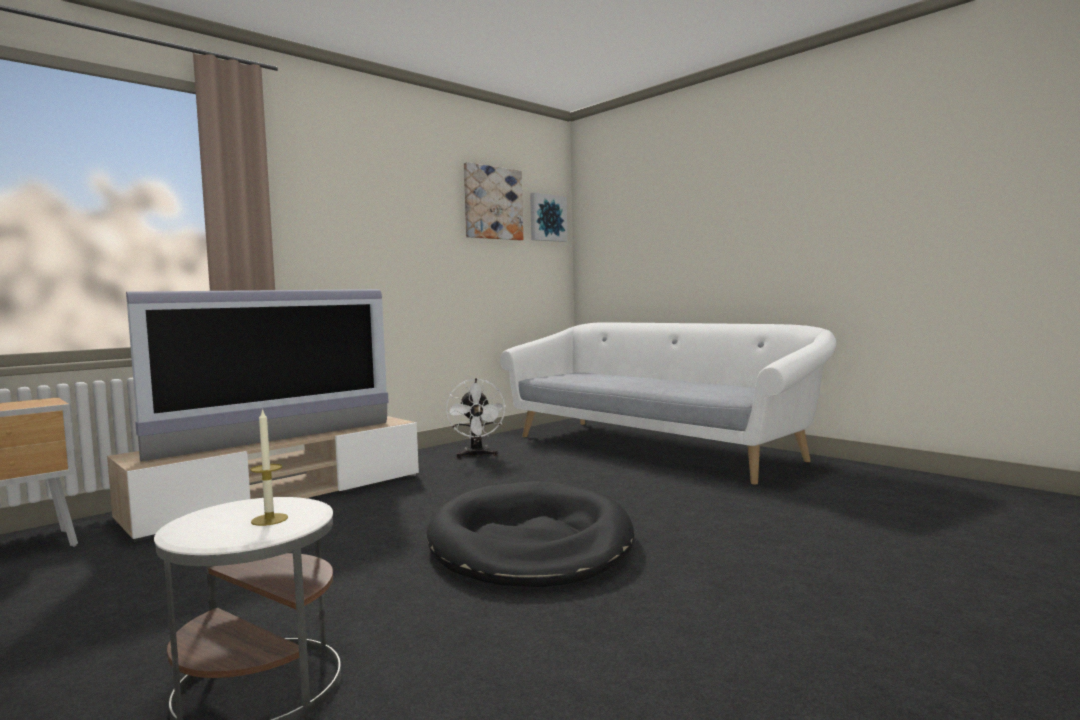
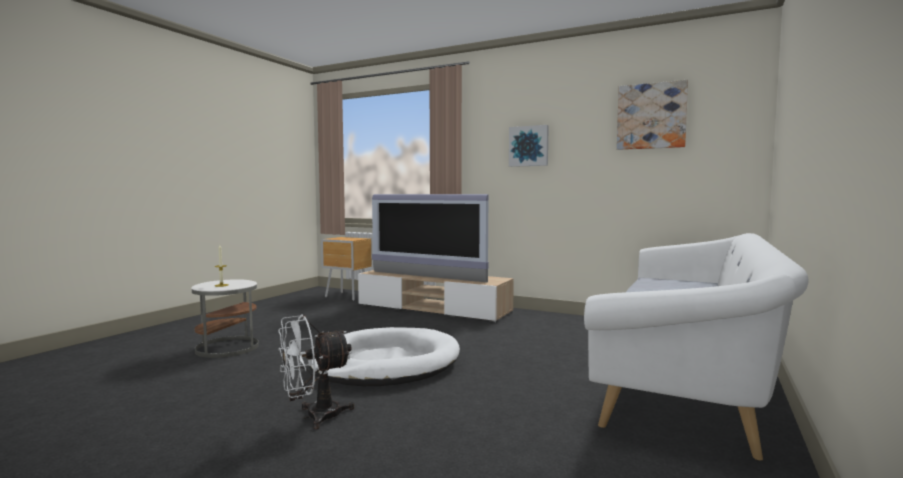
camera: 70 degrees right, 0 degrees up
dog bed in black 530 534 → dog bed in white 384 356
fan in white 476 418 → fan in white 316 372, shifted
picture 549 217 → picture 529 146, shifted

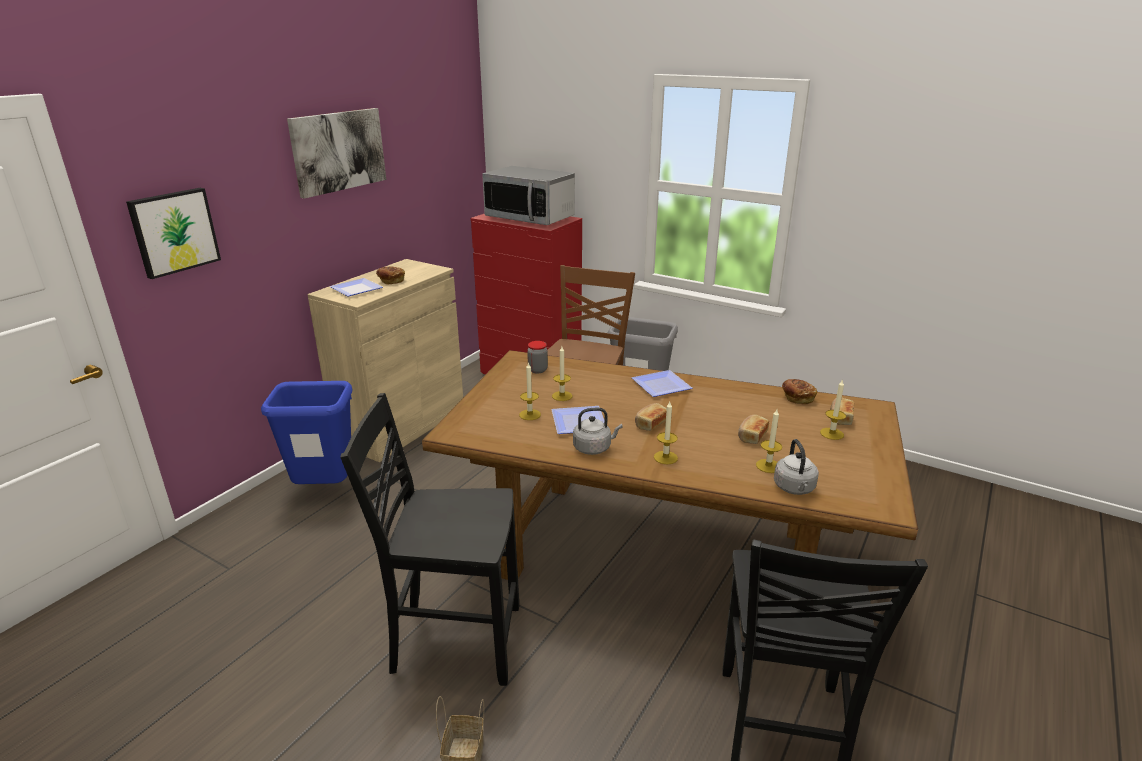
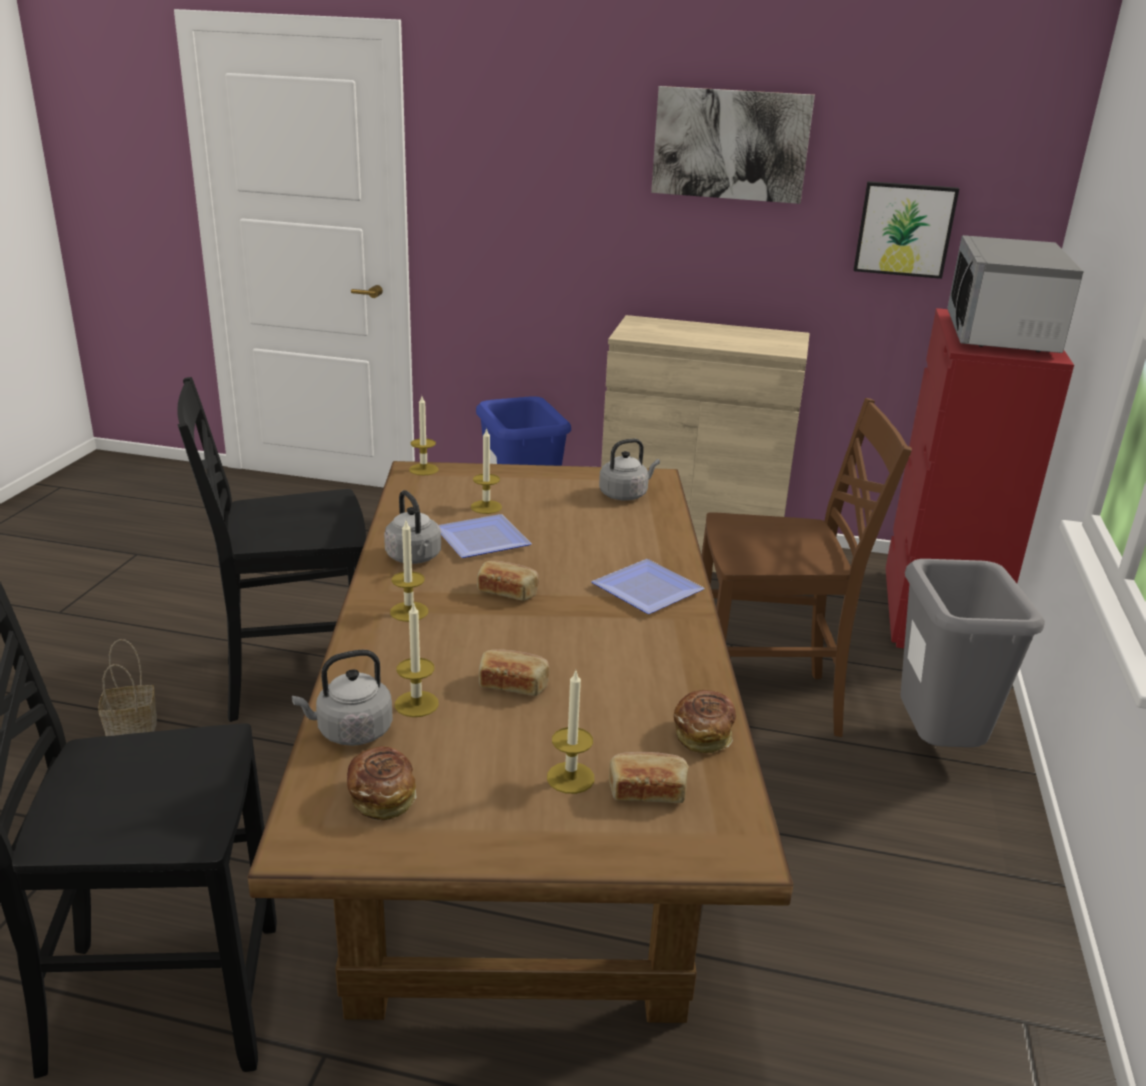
camera: 70 degrees right, 0 degrees up
picture 173 233 → picture 906 230, shifted
plate 356 287 → -
chair in black 430 539 → chair in black 271 549, 90 degrees counterclockwise
bread 390 275 → bread 382 783, shifted
jar 537 357 → kettle in grey 629 469
candle 562 373 → candle 424 436, shifted

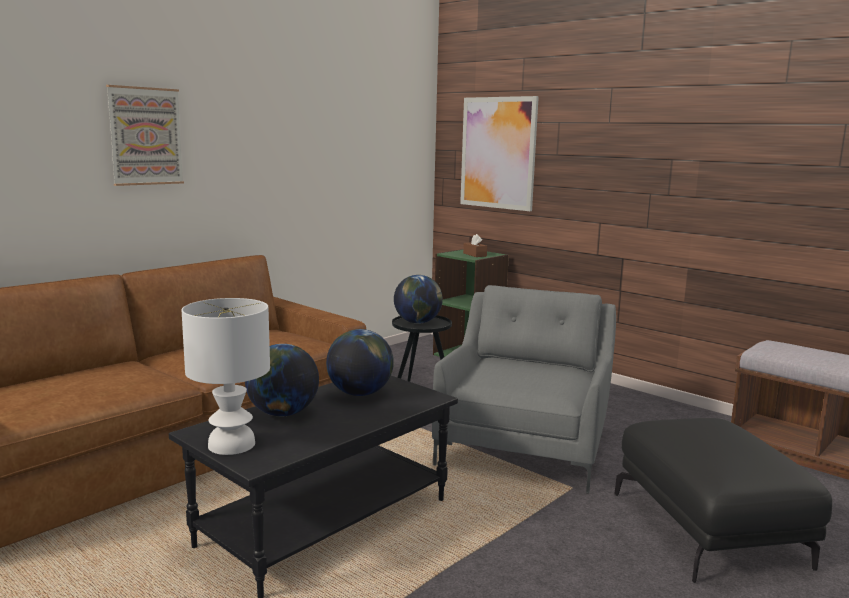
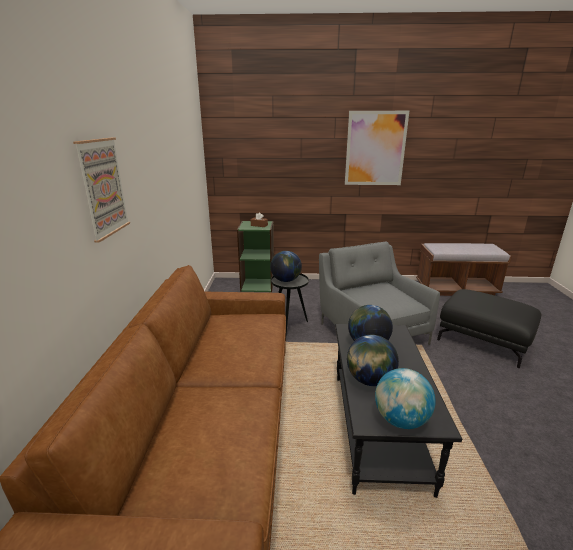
camera: 40 degrees left, 10 degrees up
table lamp in white 226 376 → globe 405 398
picture 499 153 → picture 377 148, shifted

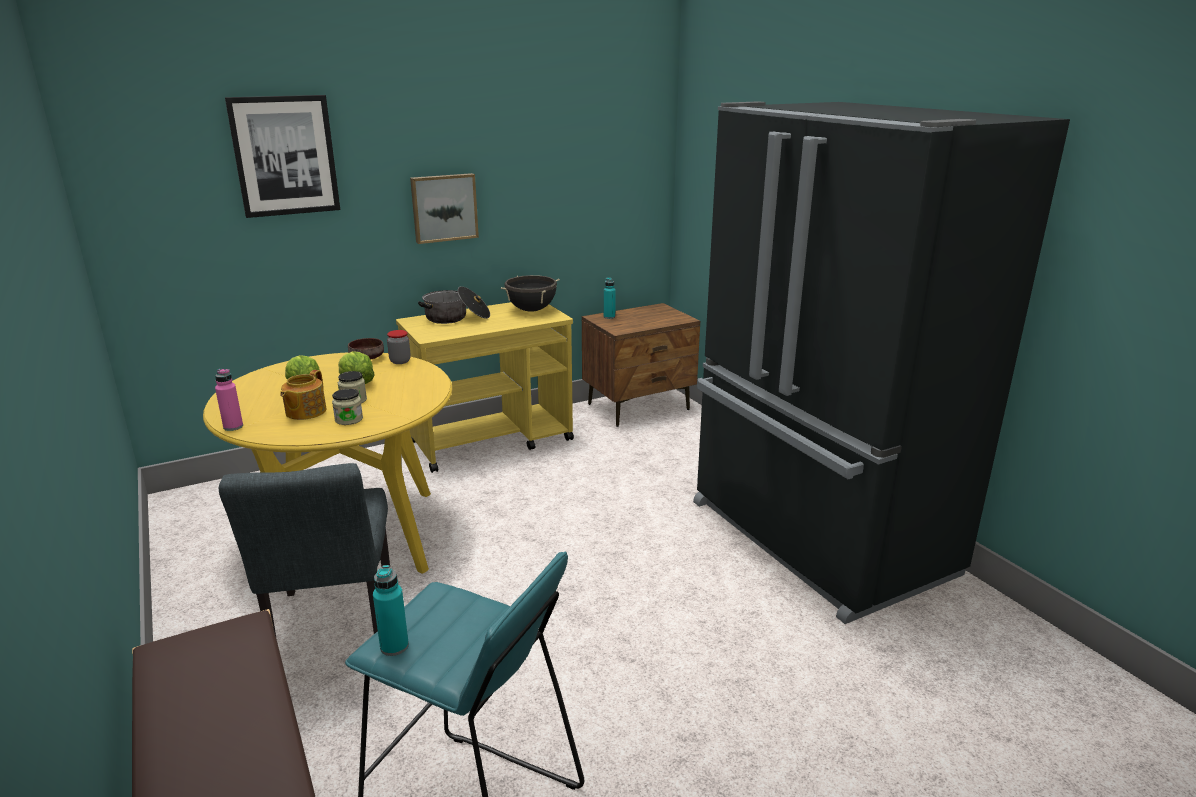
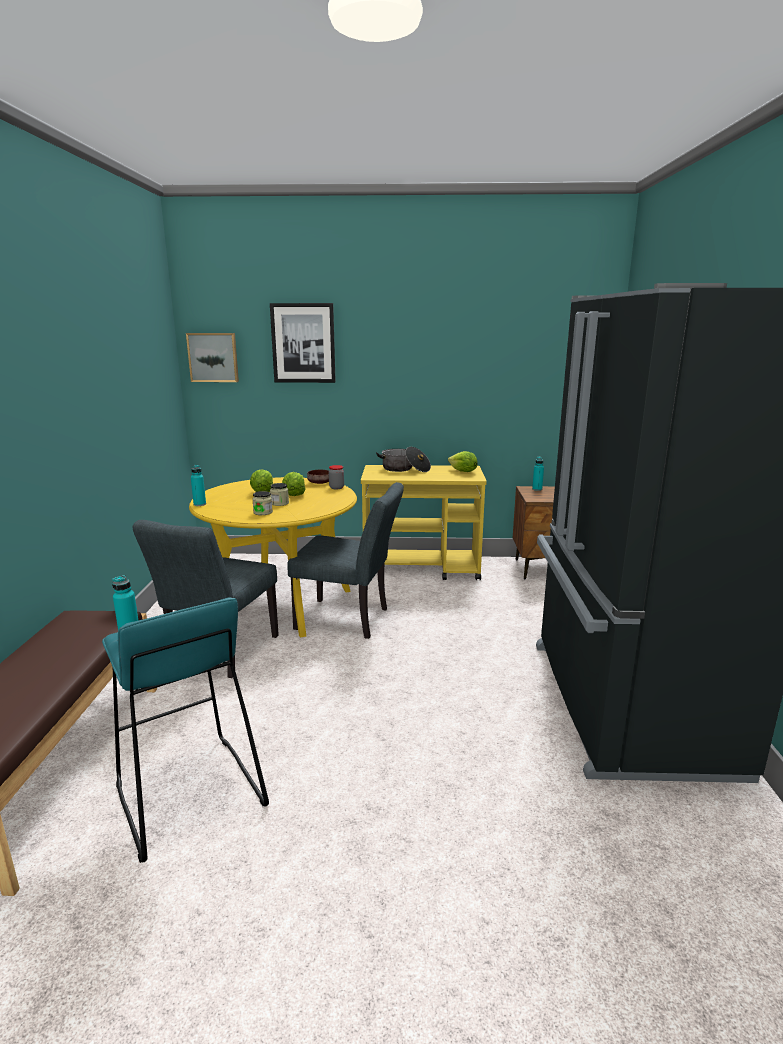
camera: 30 degrees right, 5 degrees down
bottle in pink 229 400 → bottle in turquoise 198 485
teapot 303 395 → -
picture 444 208 → picture 212 357, shifted
cooking pot in black 530 293 → lettuce 463 461
- → chair in grey 345 560

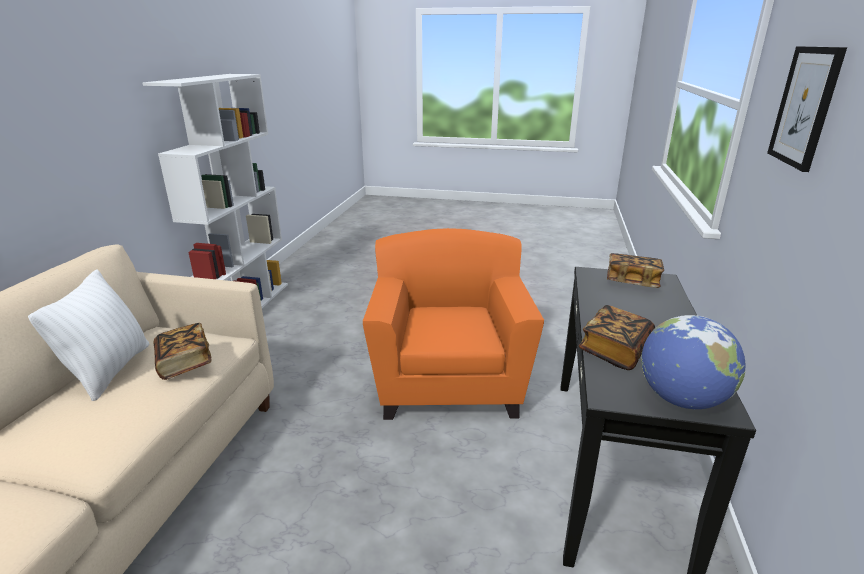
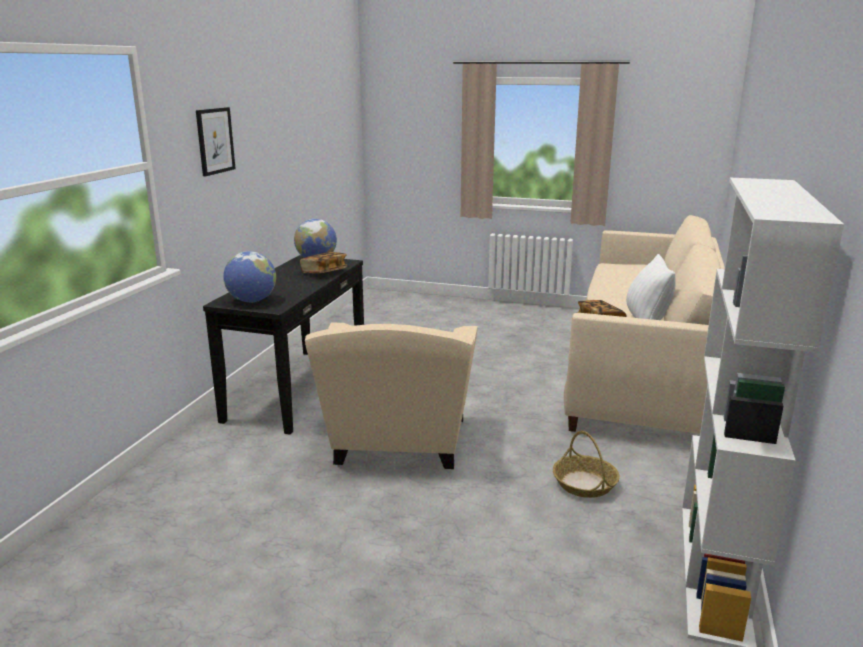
camera: 175 degrees left, 5 degrees down
armchair in orange 453 324 → armchair in beige 391 395
book 635 270 → globe 249 276
- → basket 586 464

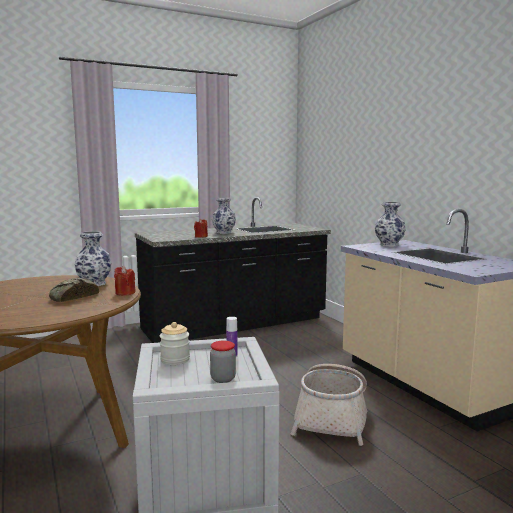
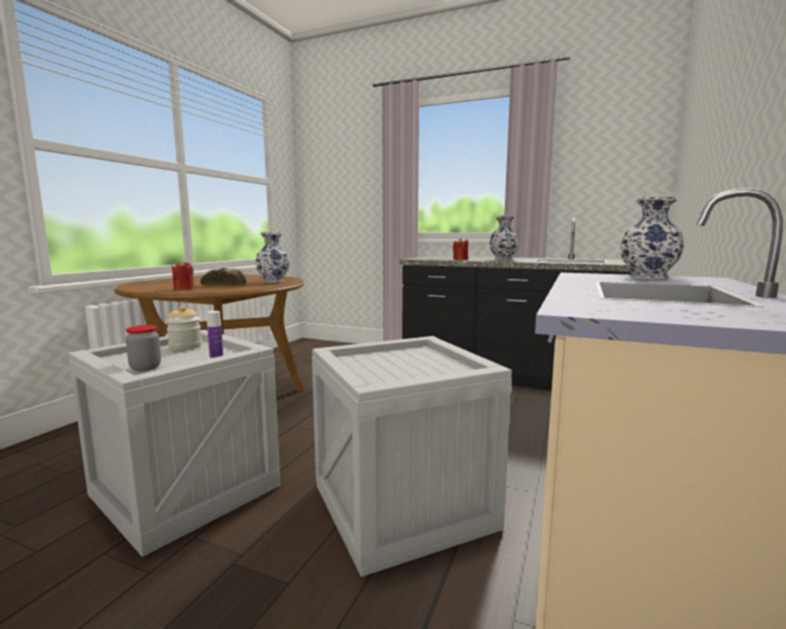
camera: 50 degrees right, 0 degrees up
candle in red 125 281 → candle in red 183 275, shifted
basket 329 405 → crate 412 456

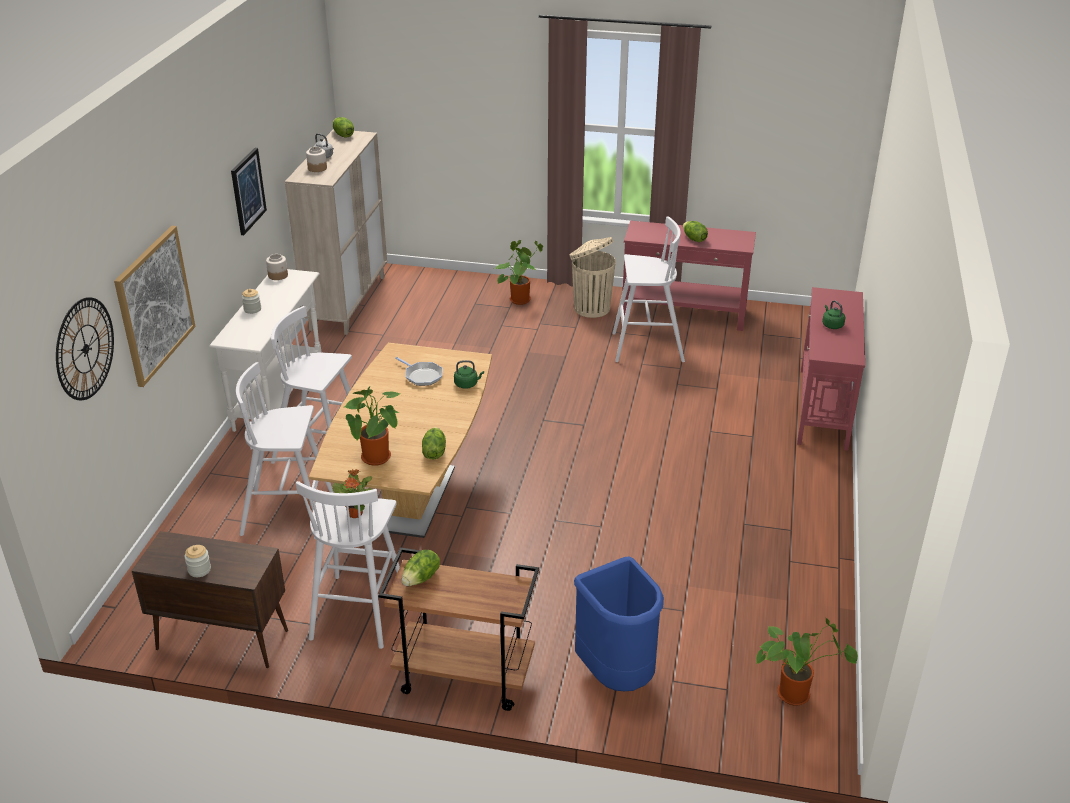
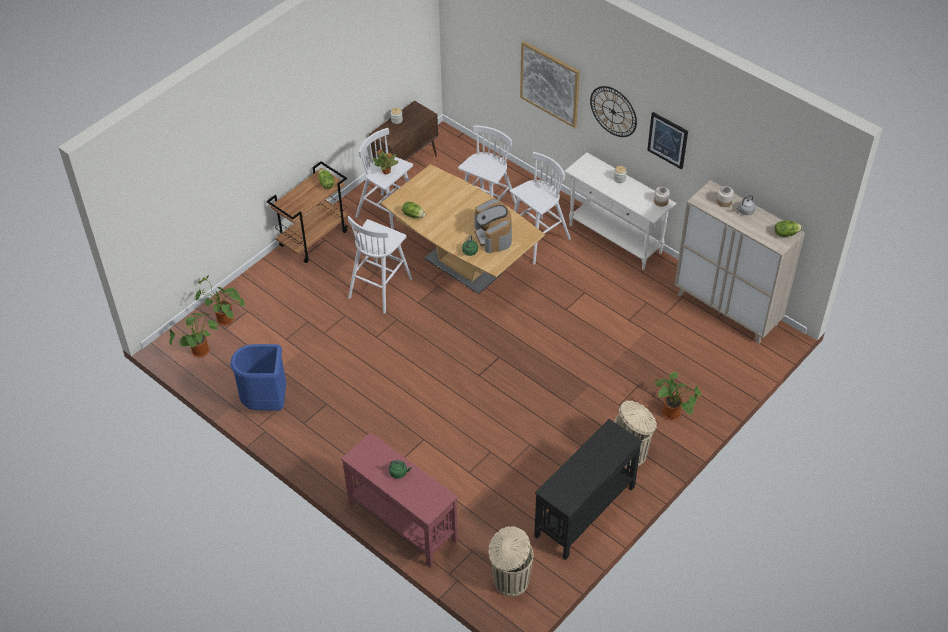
camera: 120 degrees right, 15 degrees up
wall clock 85 348 → wall clock 613 111, shifted
potted plant 372 426 → potted plant 220 300, shifted
frying pan 419 371 → coffee machine 493 225
trash can in blue 619 623 → trash can in blue 258 377, shifted
stool in white 648 289 → stool in white 380 265, shifted
console table in red 689 276 → console table in black 588 489
lettuce 695 231 → -
- → trash can in beige 511 561

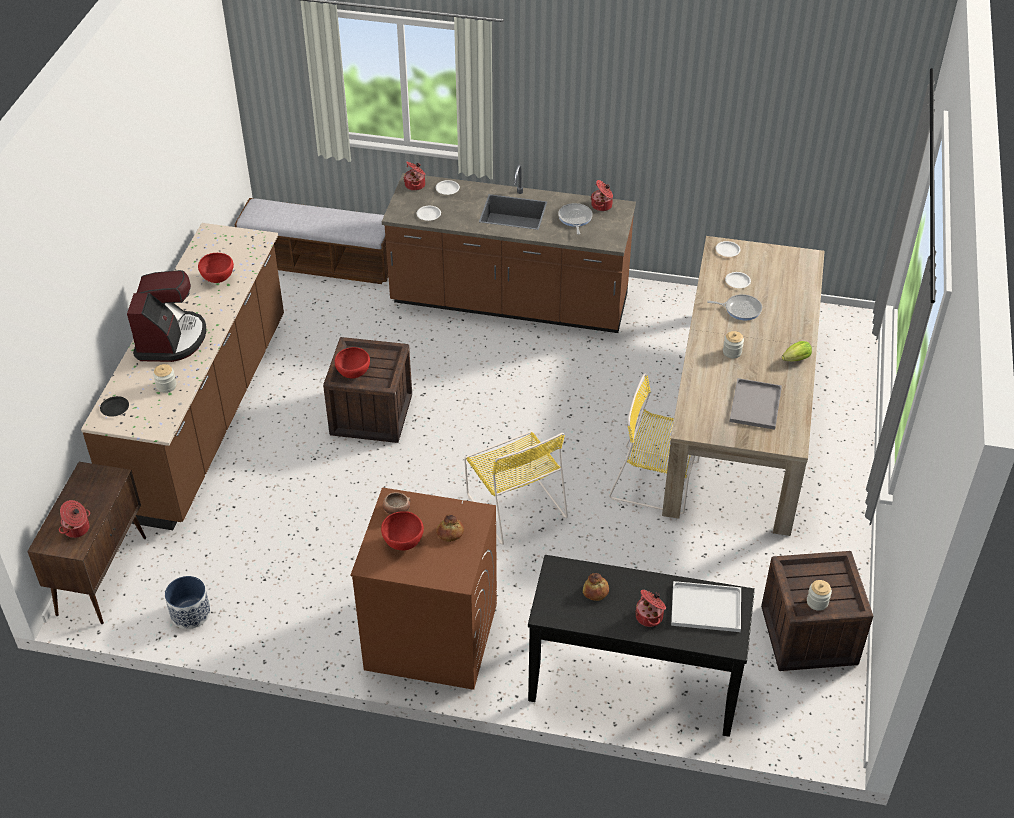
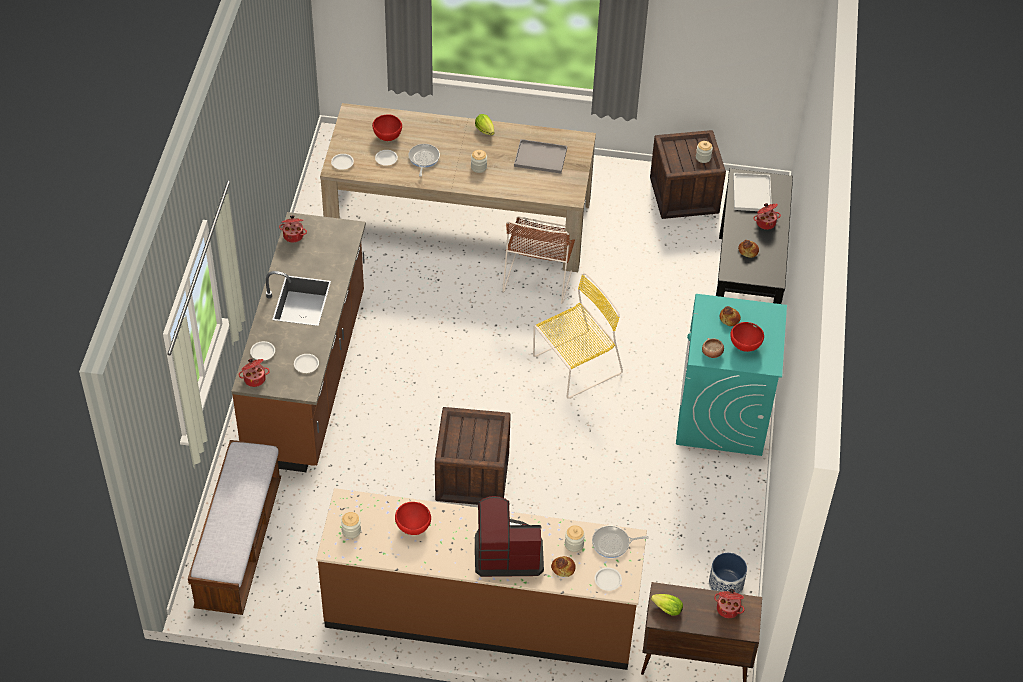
camera: 95 degrees left, 5 degrees up
plate in black 114 406 → plate in white 608 579
bowl in red 352 363 → bowl in red 387 127, shifted
washing machine in brown 424 588 → washing machine in turquoise 731 375
frying pan 575 219 → frying pan 620 541, shifted
chair in yellow 654 443 → chair in brown 538 260
- → jar 351 525
- → bread 563 566
- → lettuce 667 604

